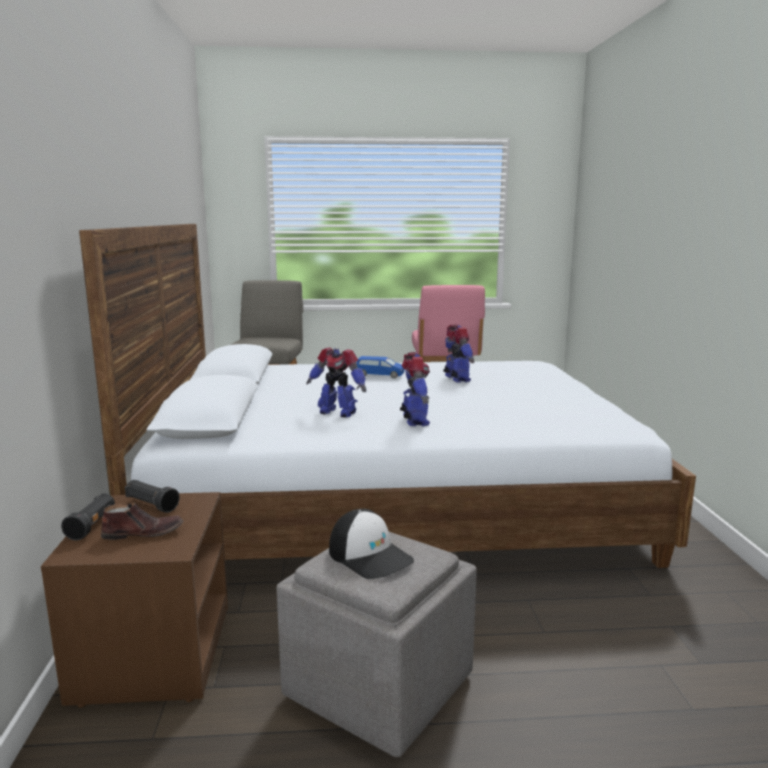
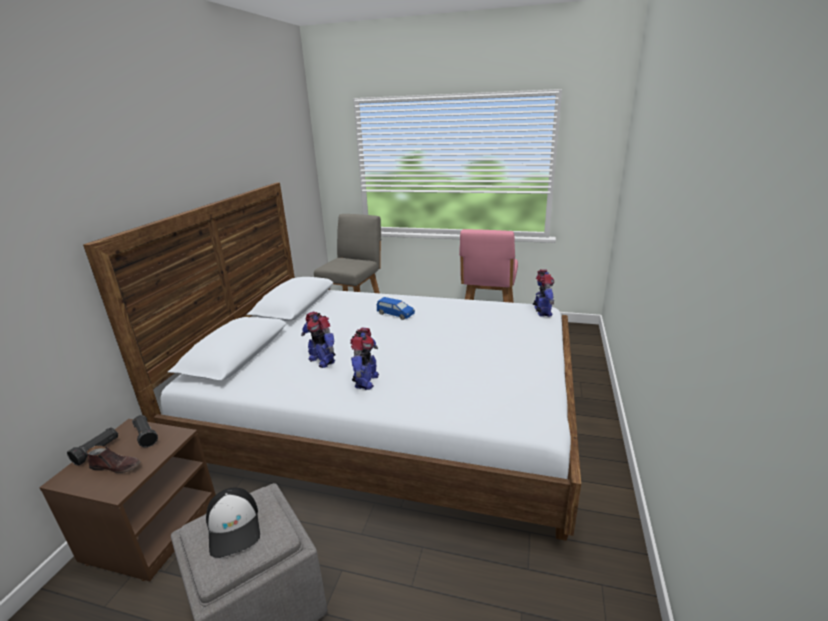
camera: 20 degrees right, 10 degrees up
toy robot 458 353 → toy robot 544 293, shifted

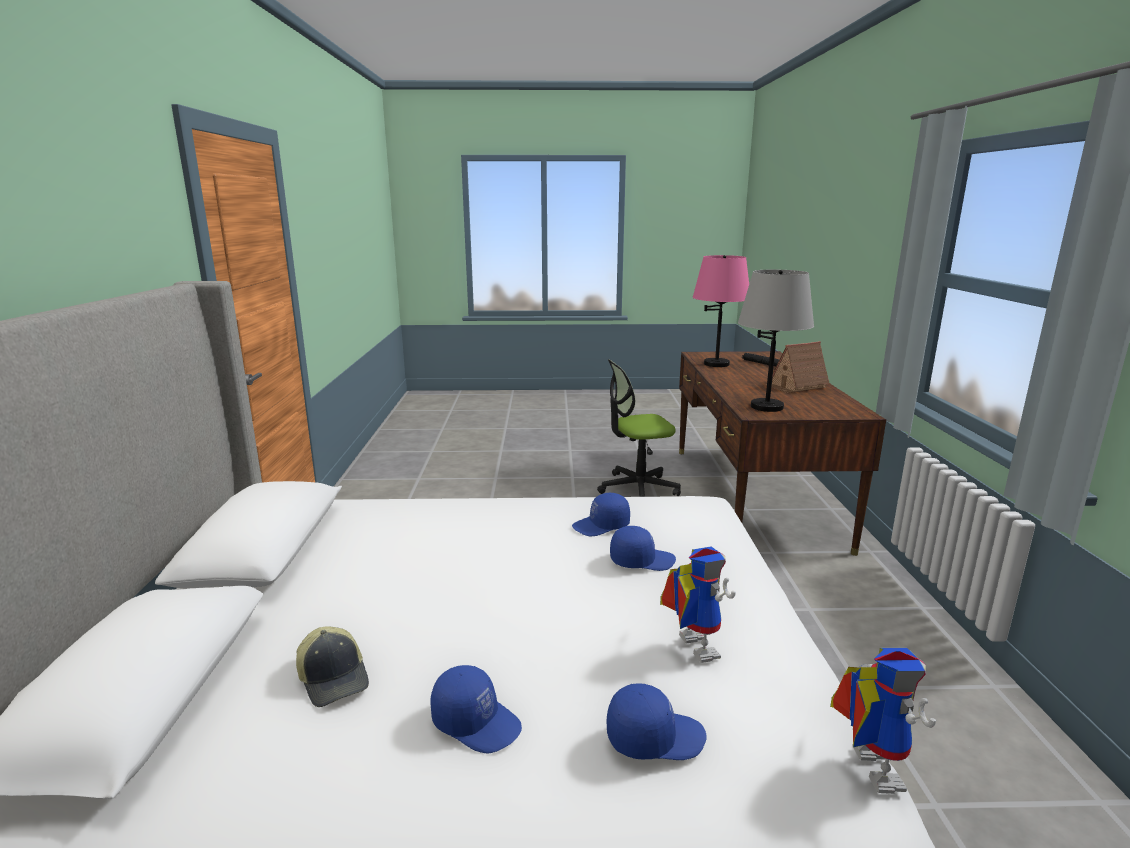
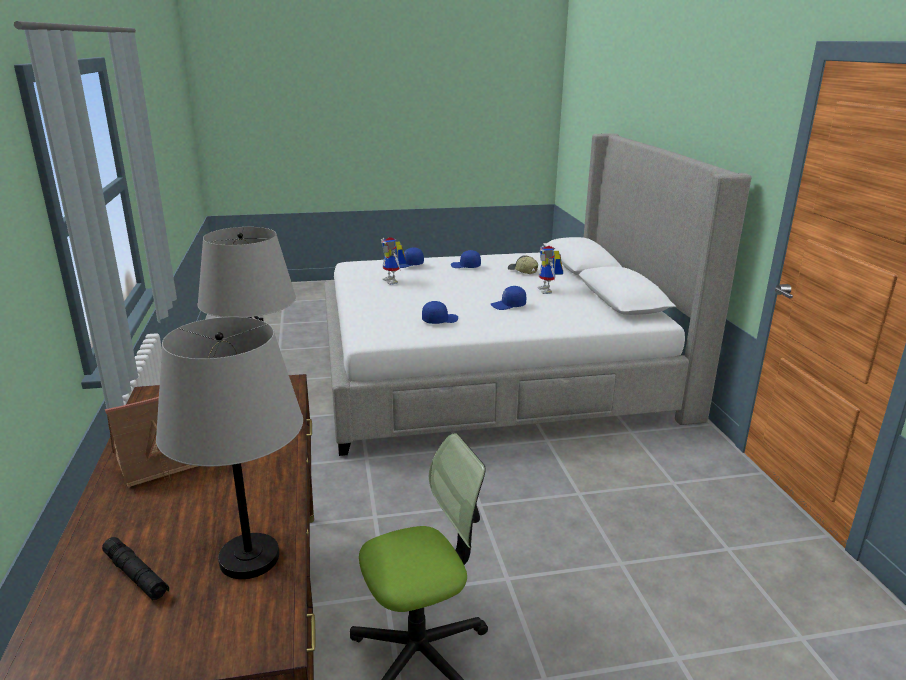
camera: 170 degrees right, 5 degrees up
cap in blue 643 548 → cap in blue 508 298, shifted
table lamp in pink 721 311 → table lamp in grey 229 448
toy robot 883 721 → toy robot 550 270, shifted

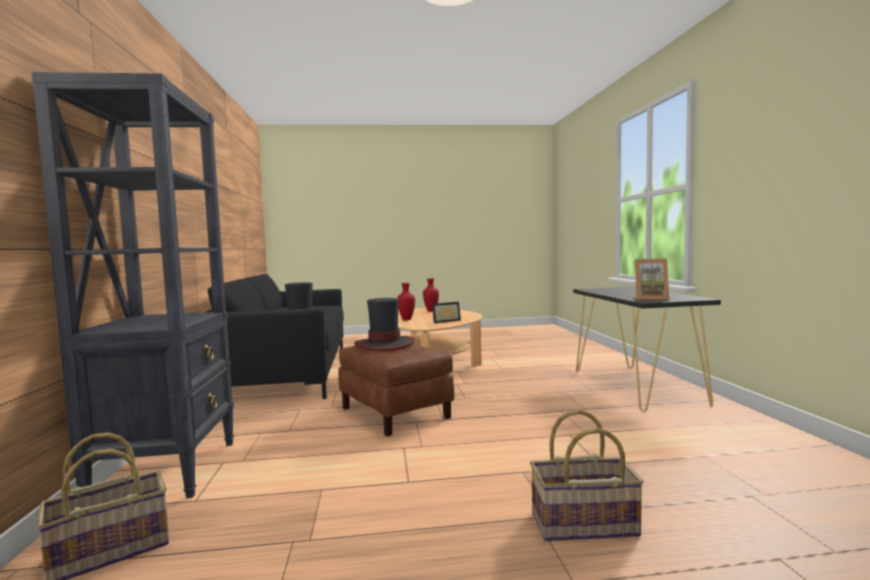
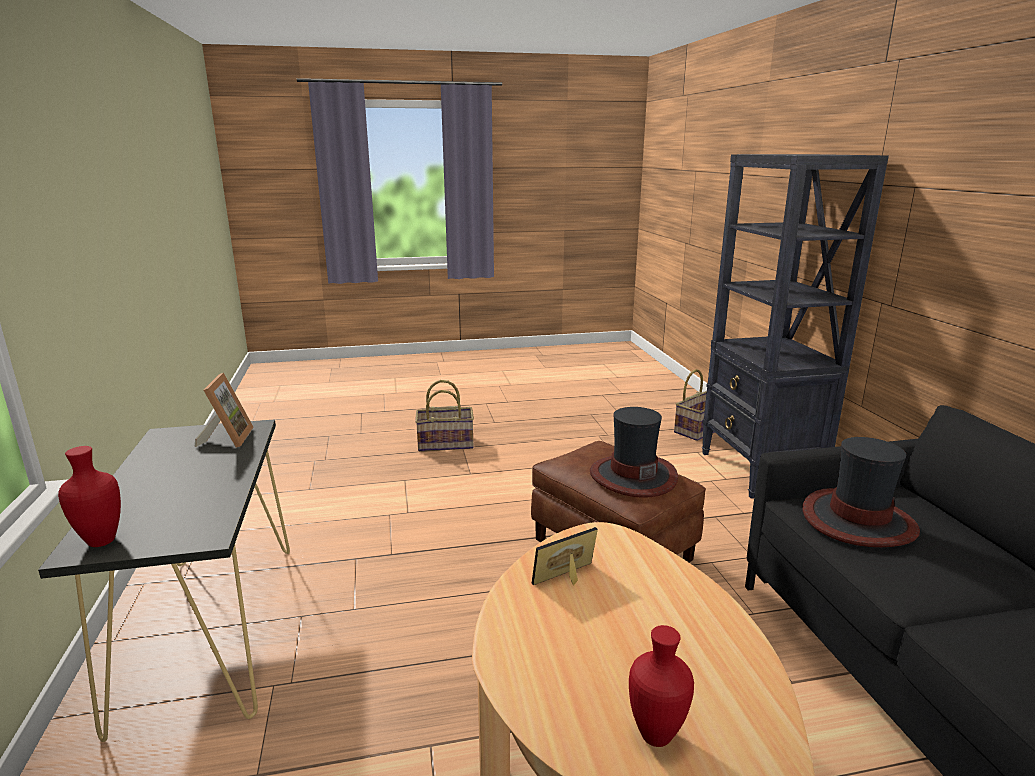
camera: 175 degrees right, 15 degrees up
vase in red 406 301 → vase in red 89 496, shifted
picture frame 652 279 → picture frame 224 410, 75 degrees clockwise

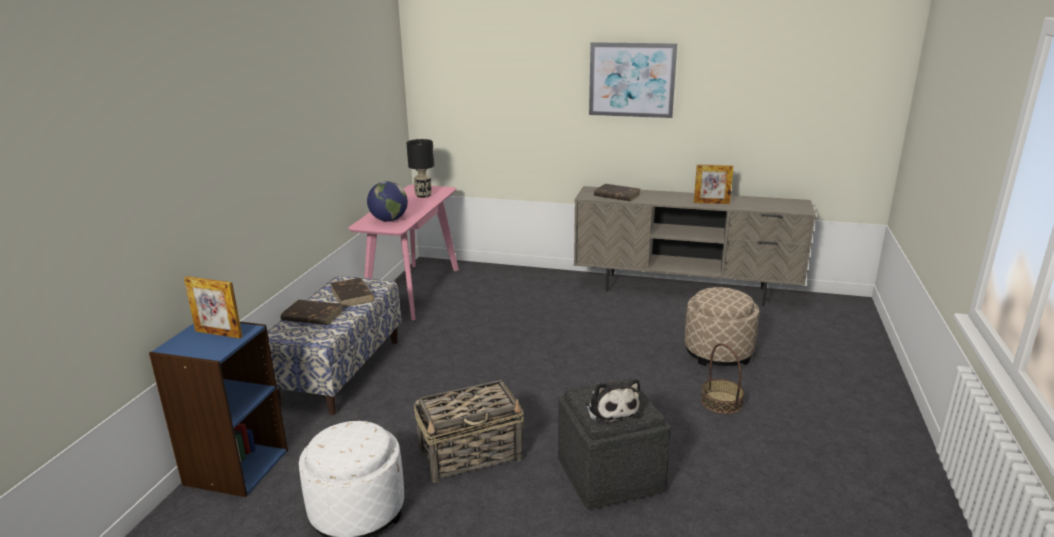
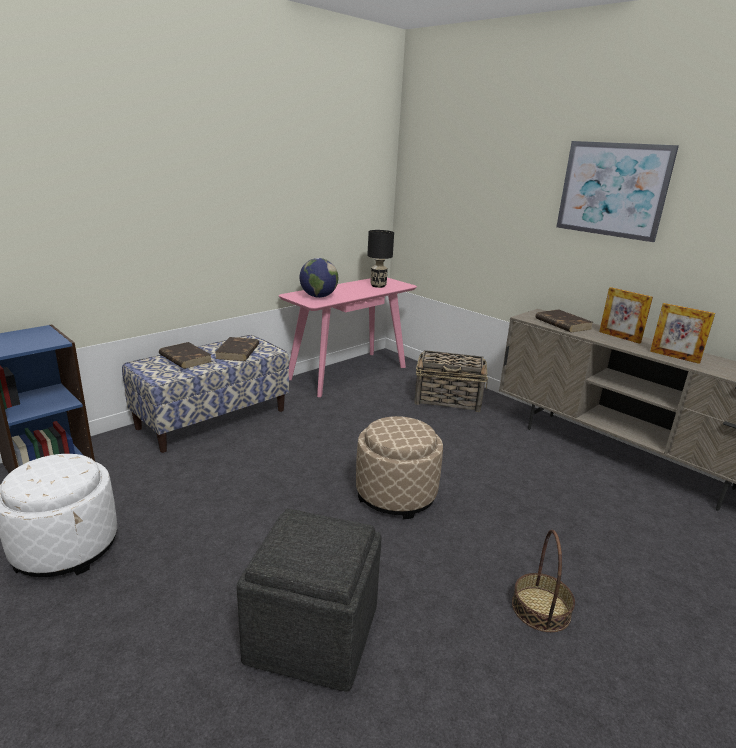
camera: 30 degrees right, 0 degrees up
picture frame 213 307 → picture frame 626 315, shifted
basket 469 431 → basket 451 381, shifted
plush toy 613 402 → -
ottoman in beige 722 326 → ottoman in beige 399 467, shifted

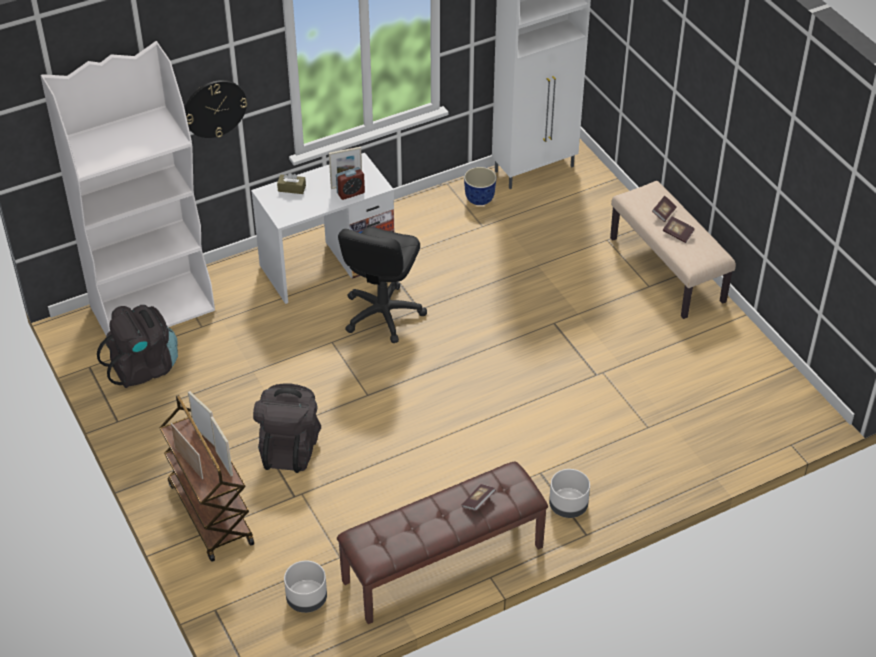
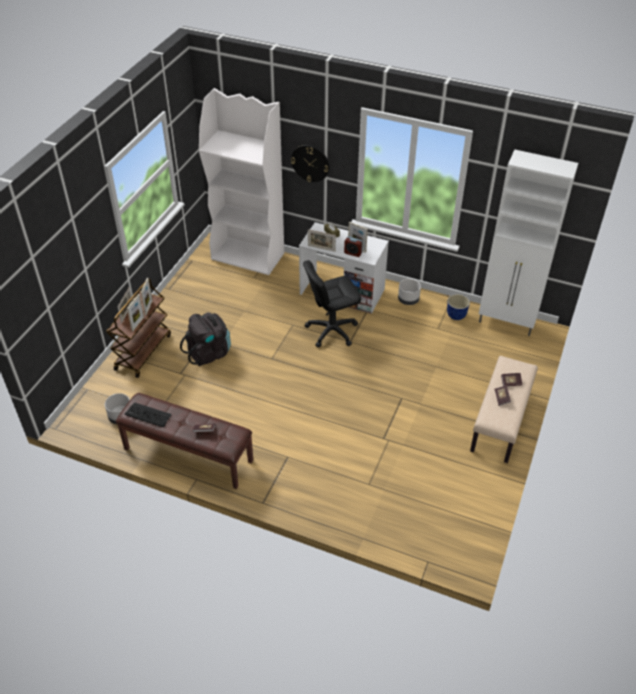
camera: 50 degrees right, 0 degrees up
backpack in black 137 346 → -
planter in grey 569 493 → planter in grey 409 292, shifted
- → keyboard 148 414
- → picture frame 322 240

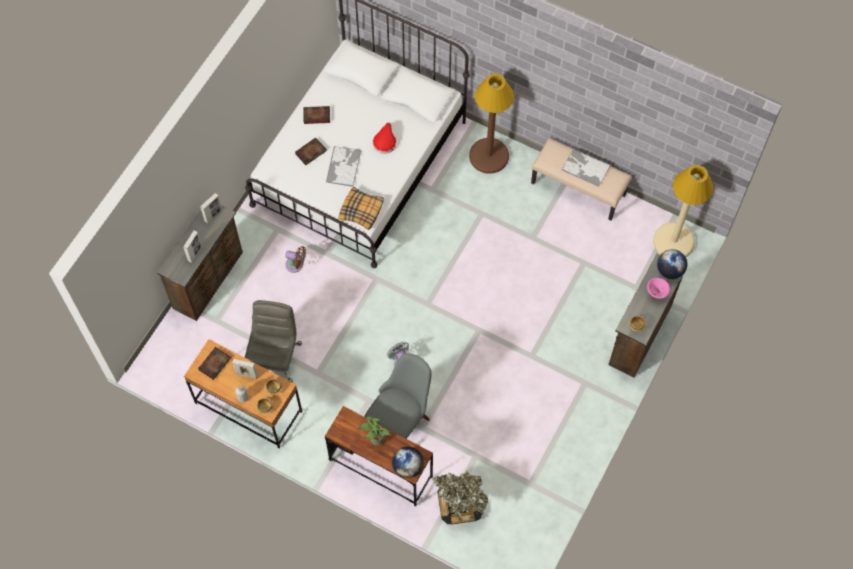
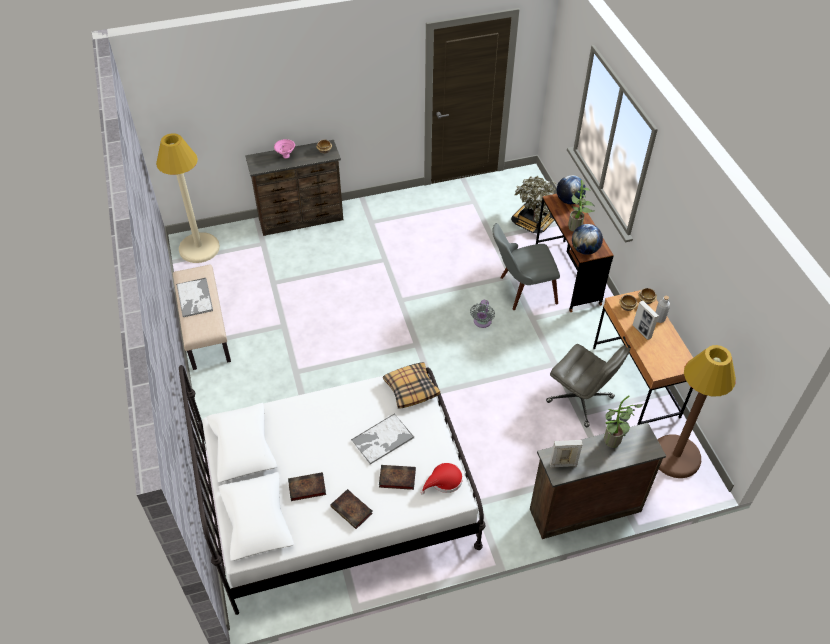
camera: 135 degrees left, 15 degrees down
picture frame 192 246 → potted plant 623 421
book 214 363 → book 307 486, shifted
office chair in grey 273 341 → office chair in grey 588 385, 105 degrees counterclockwise
fan in brown 295 259 → -
hat in red 385 138 → hat in red 441 479, shifted
floor lamp in brown 491 124 → floor lamp in brown 697 411, shifted
globe 672 264 → globe 587 239, shifted

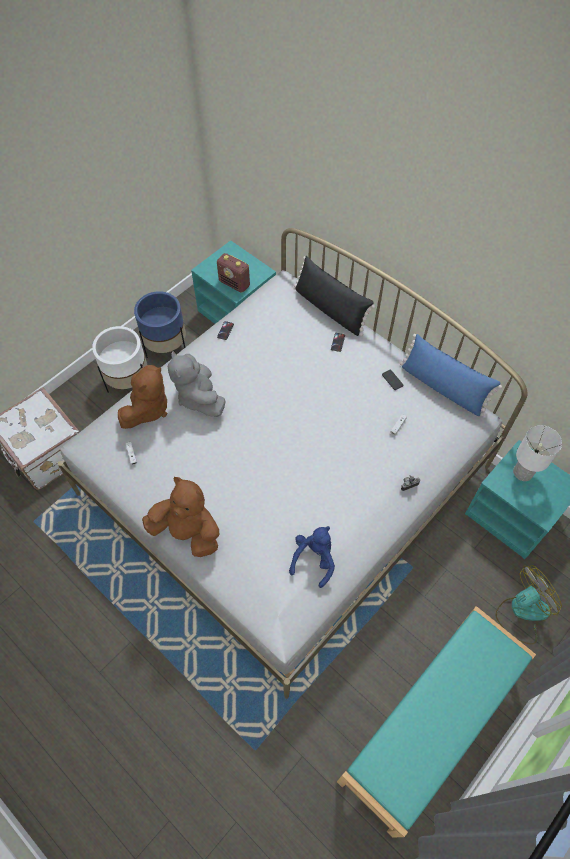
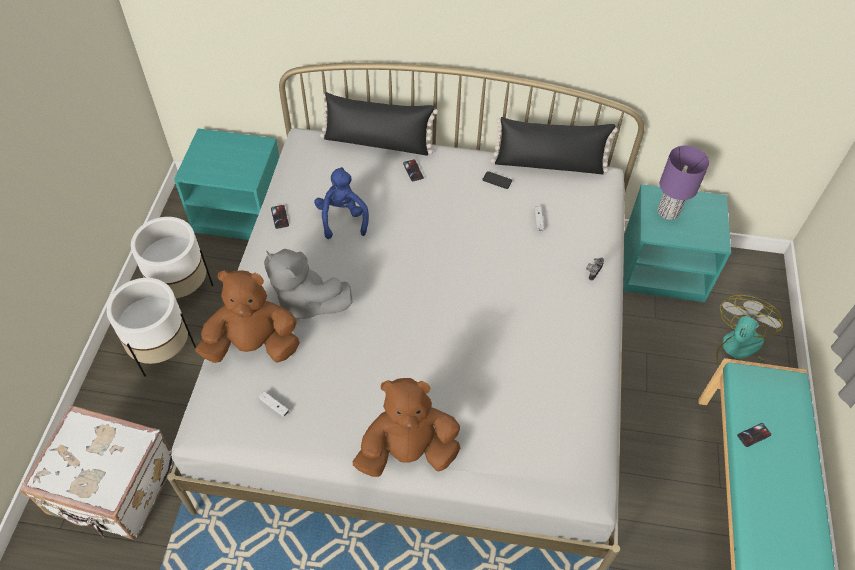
camera: 35 degrees left, 5 degrees down
plush toy in brown 142 397 → plush toy in brown 248 316, 90 degrees counterclockwise
planter in blue 160 324 → planter in white 172 257
radio 233 272 → -
plush toy in blue 312 557 → plush toy in blue 341 203, shifted
pillow in blue 451 375 → pillow in black 554 145
table lamp in white 537 453 → table lamp in purple 683 182
- → phone 754 435

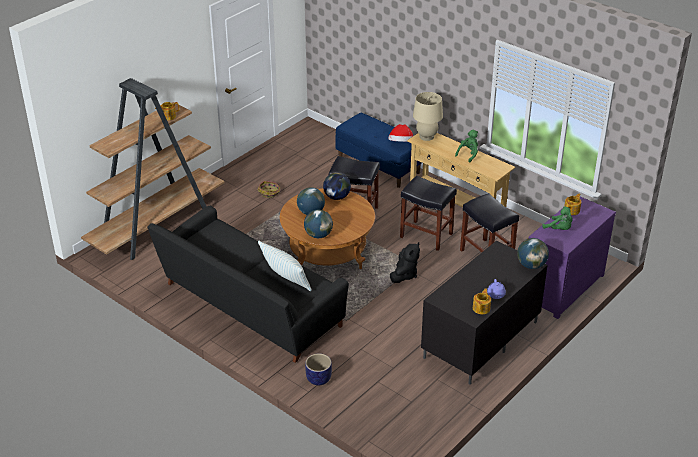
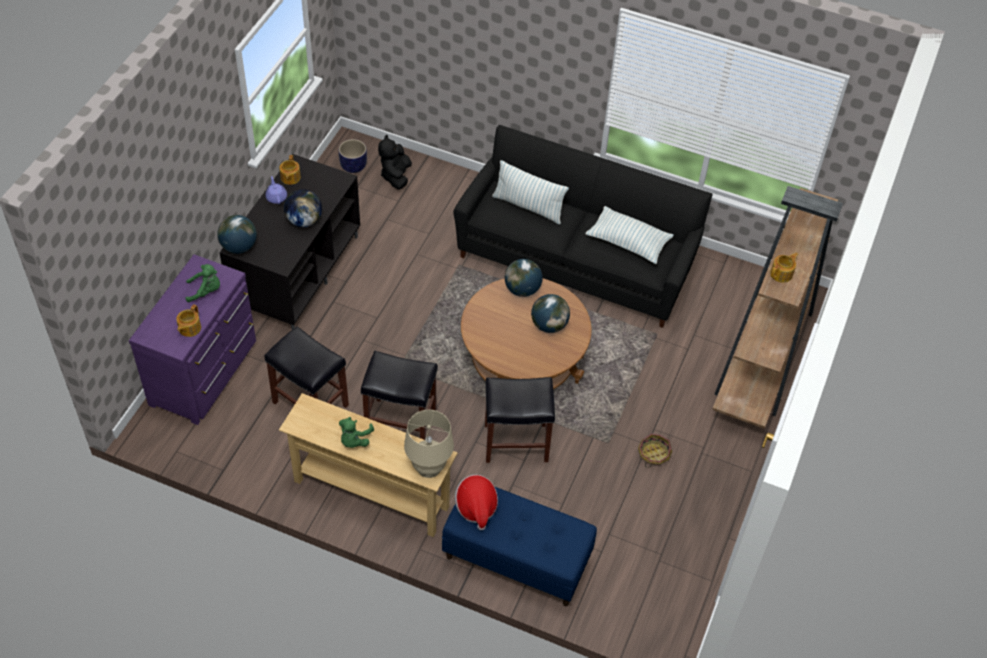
camera: 160 degrees right, 15 degrees up
planter 318 369 → planter 353 156, shifted
globe 337 186 → globe 303 208, shifted
plush toy in black 405 262 → plush toy in black 395 162, shifted
plush toy in green 557 218 → plush toy in green 202 283, 150 degrees clockwise
- → pillow 629 235

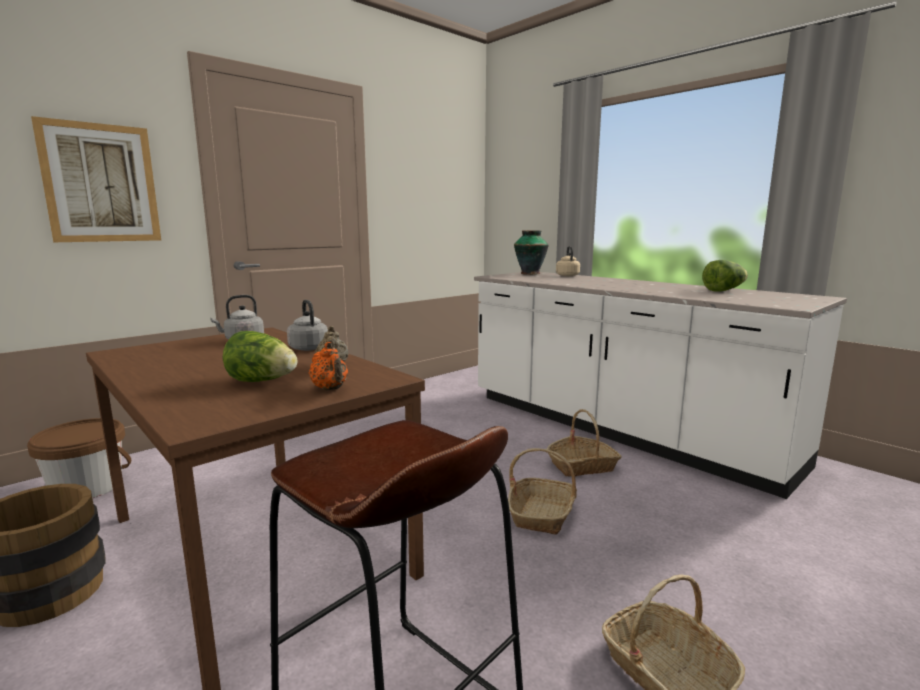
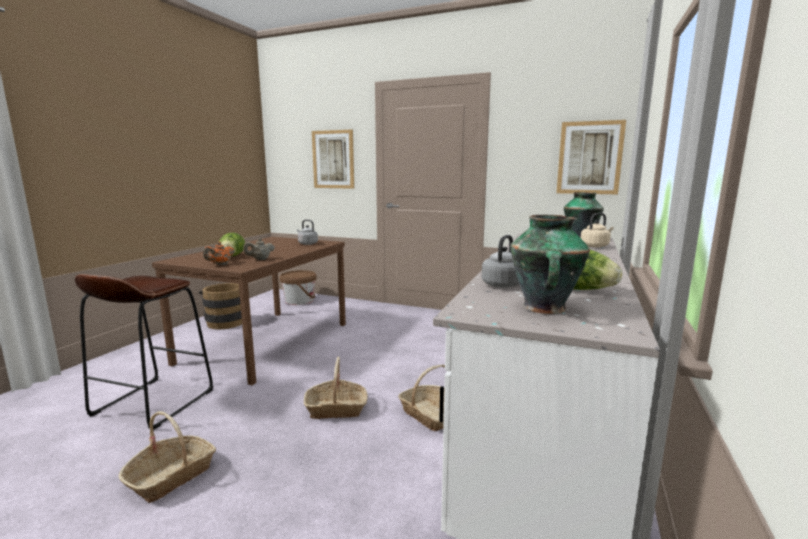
camera: 65 degrees right, 0 degrees up
kettle in grey 307 325 → kettle in grey 500 261, shifted
- → vase 550 264
- → picture 591 157

